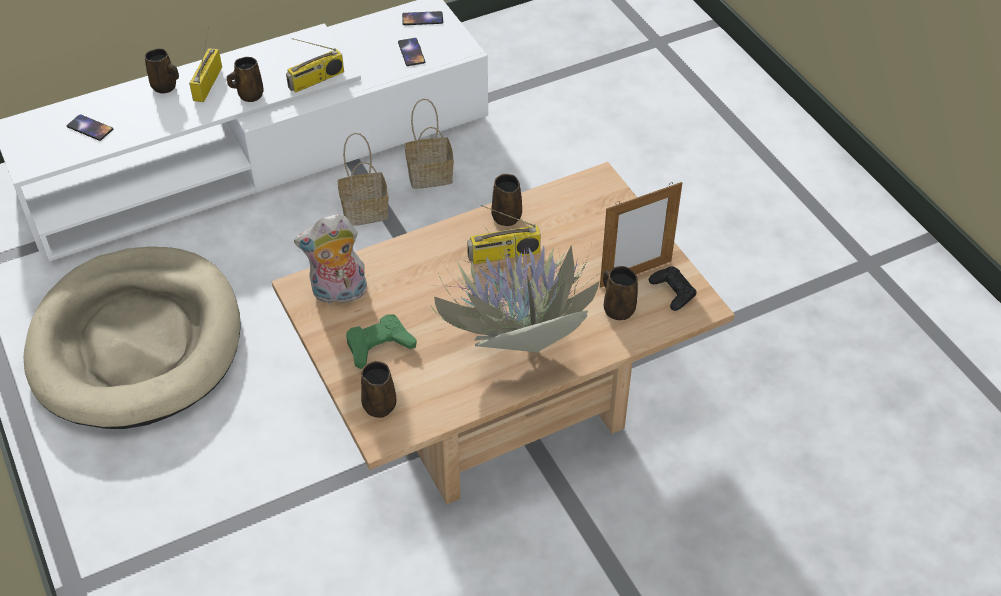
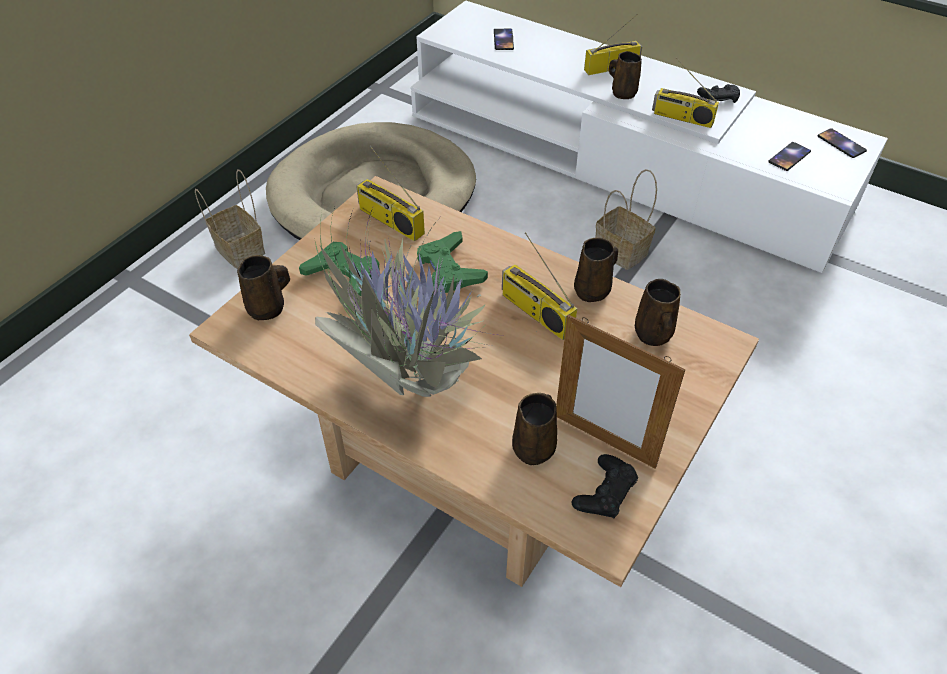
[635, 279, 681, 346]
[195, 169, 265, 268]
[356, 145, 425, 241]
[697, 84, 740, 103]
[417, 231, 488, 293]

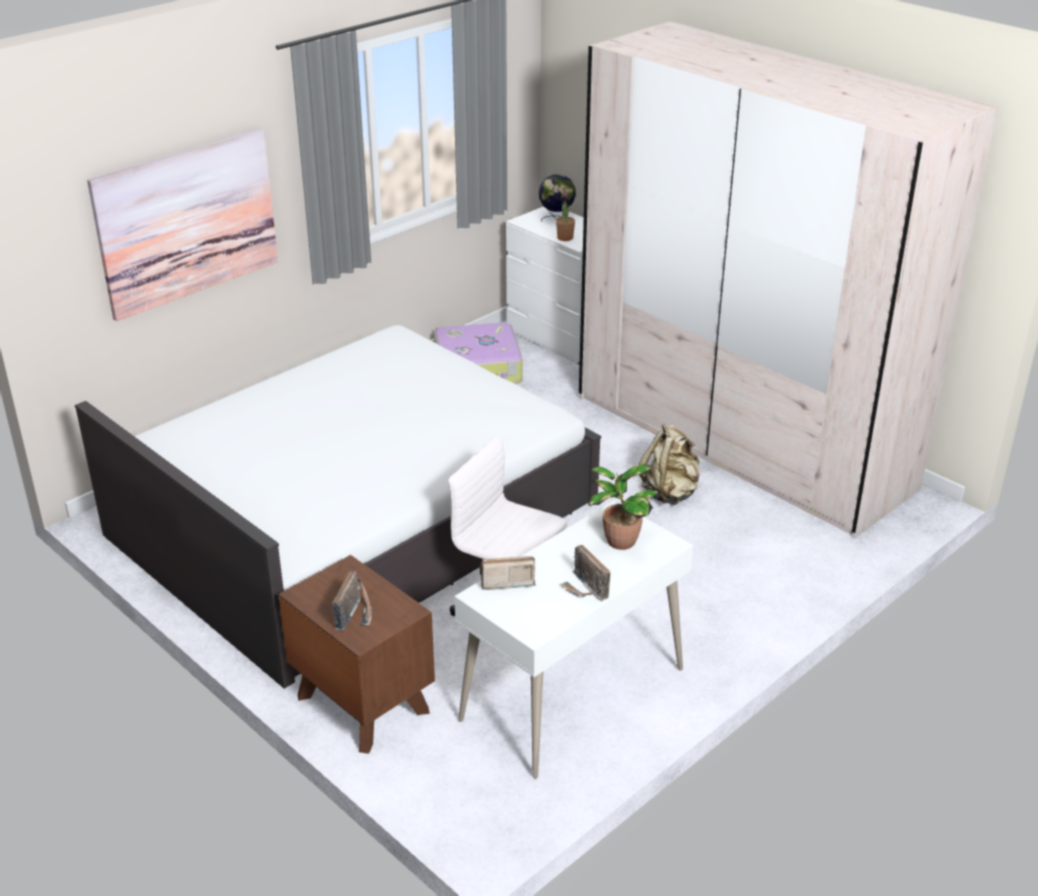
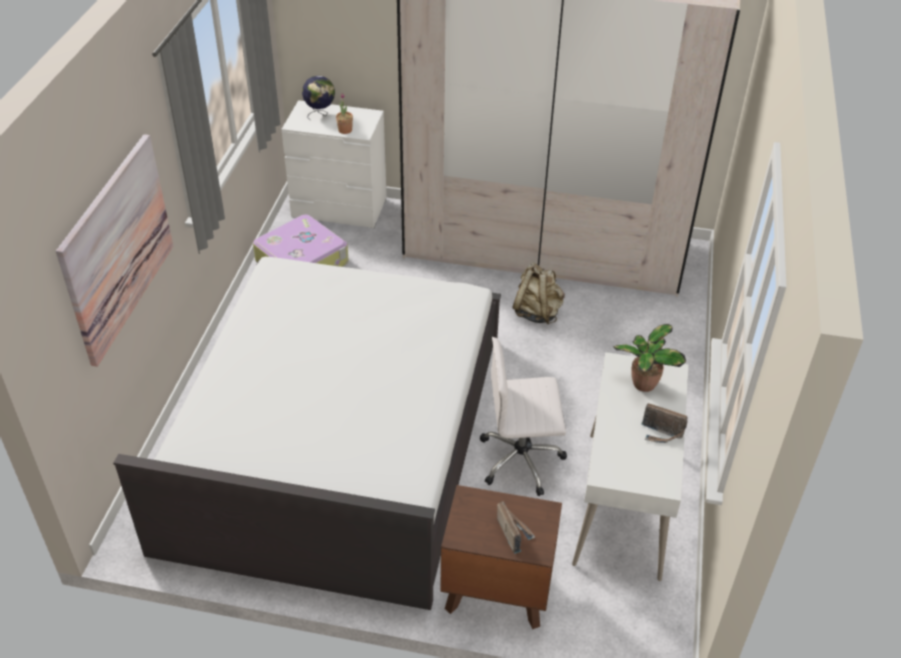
[479, 556, 536, 590] (first image)

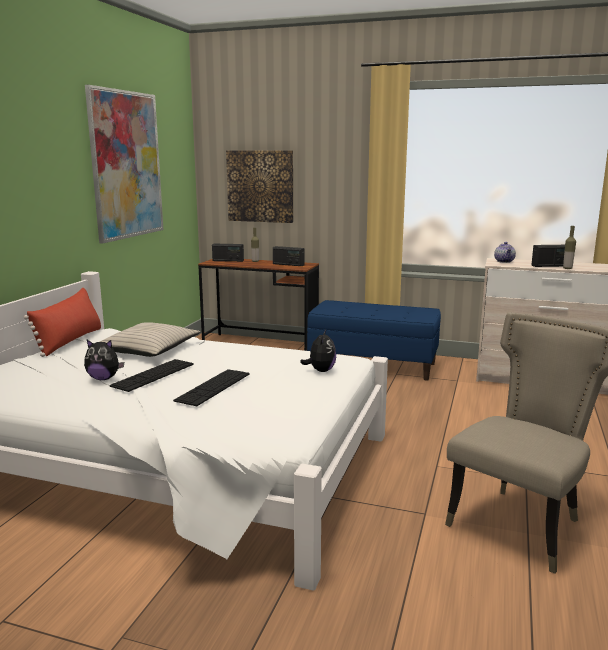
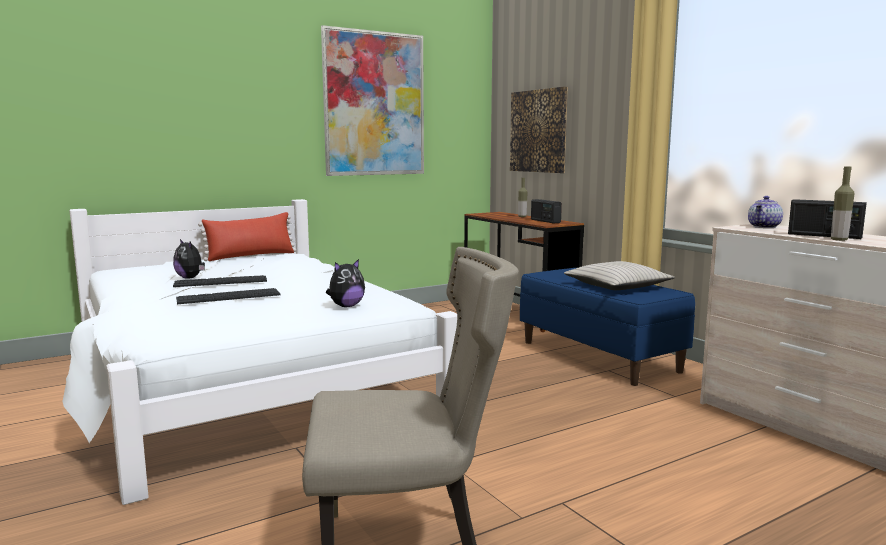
[212, 244, 244, 262] (first image)
[564, 261, 675, 290]

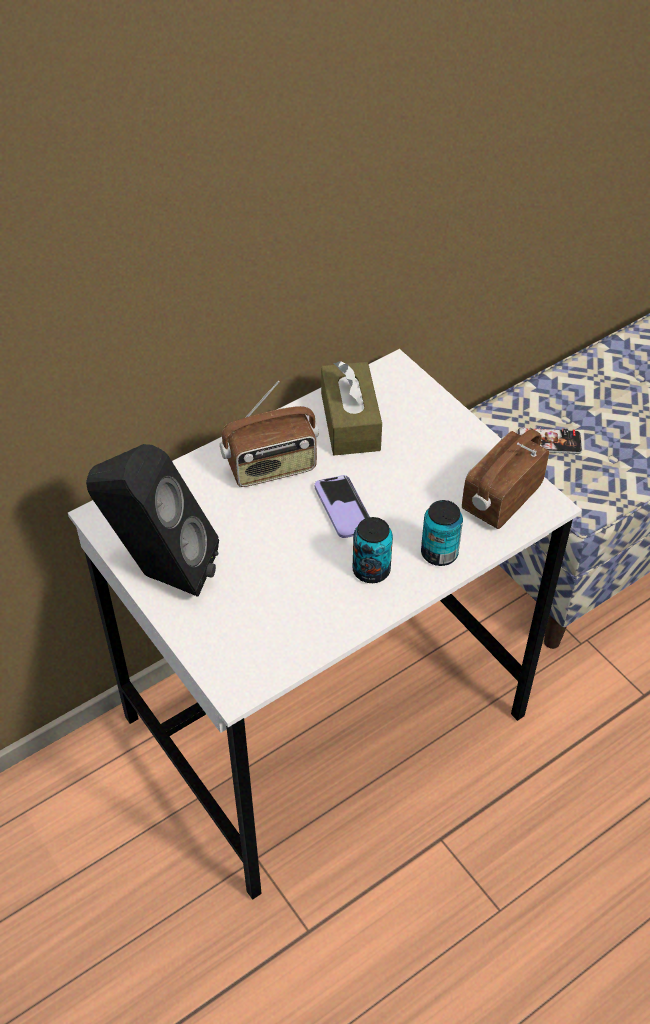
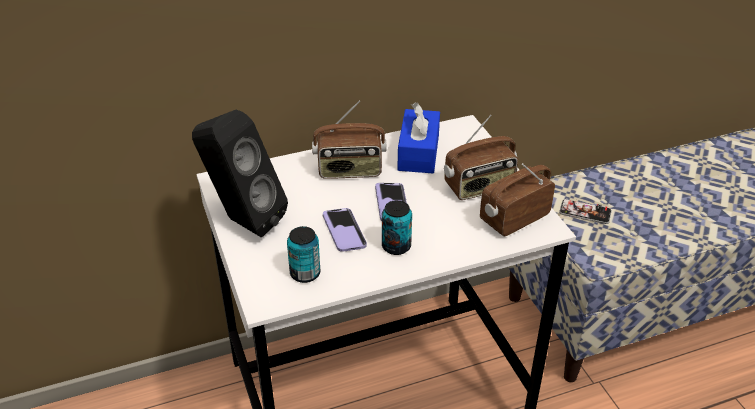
[397, 102, 440, 173]
[287, 226, 320, 283]
[444, 114, 518, 200]
[323, 208, 367, 252]

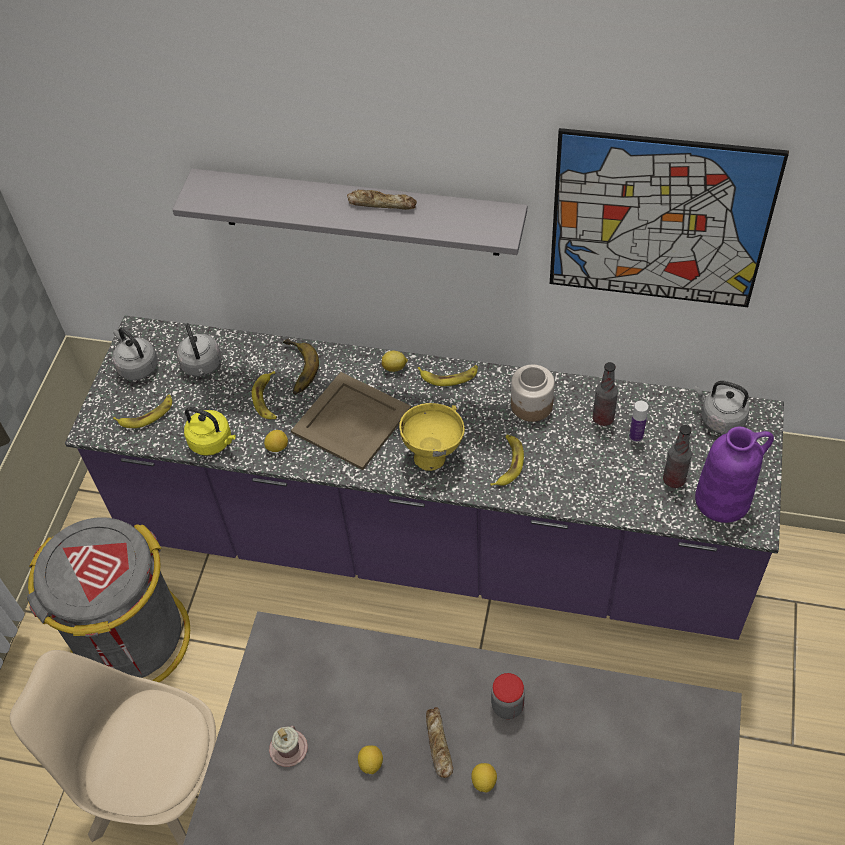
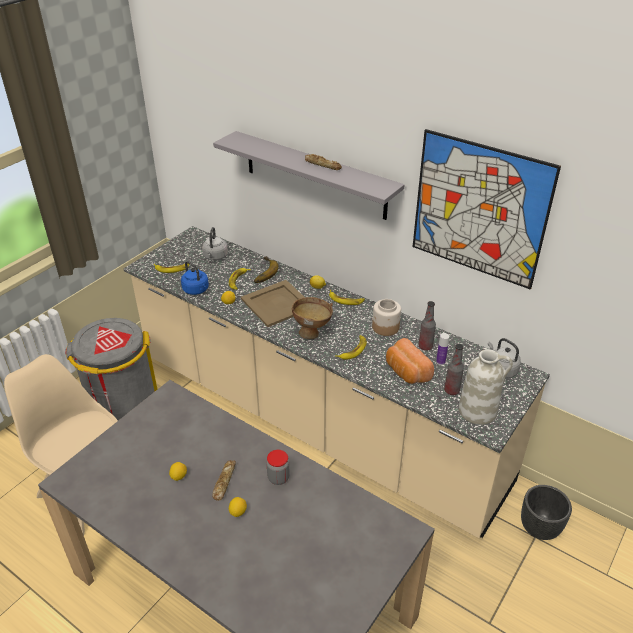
[124, 226, 550, 538]
[112, 328, 158, 380] (first image)
[291, 297, 333, 339]
[181, 261, 209, 295]
[459, 349, 513, 425]
[269, 726, 308, 767] (first image)
[386, 338, 434, 384]
[521, 485, 572, 540]

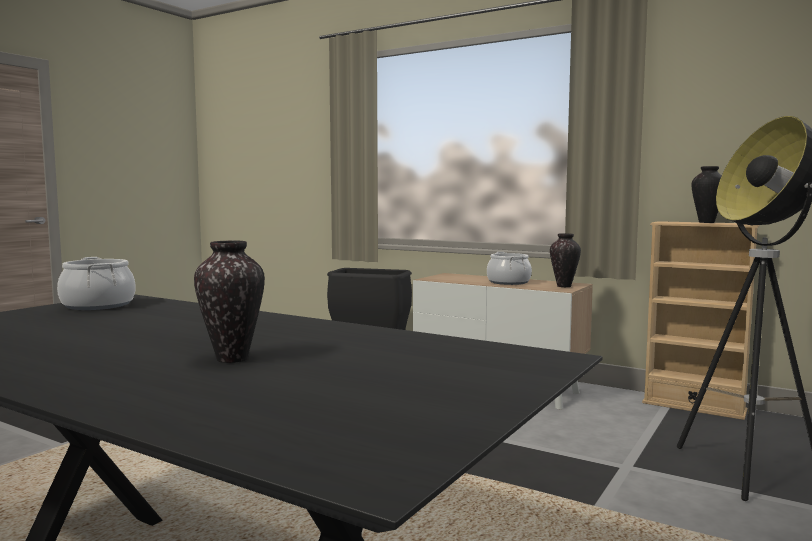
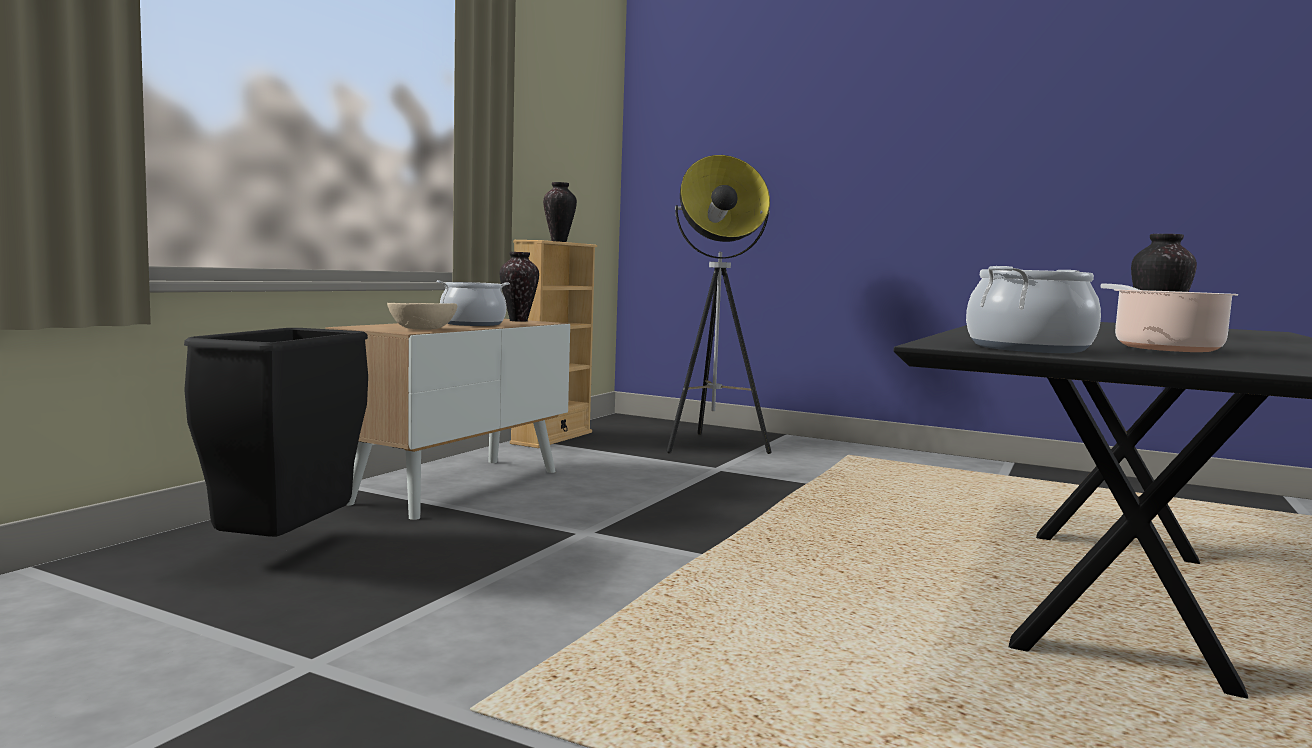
[1100, 284, 1238, 352]
[387, 303, 457, 330]

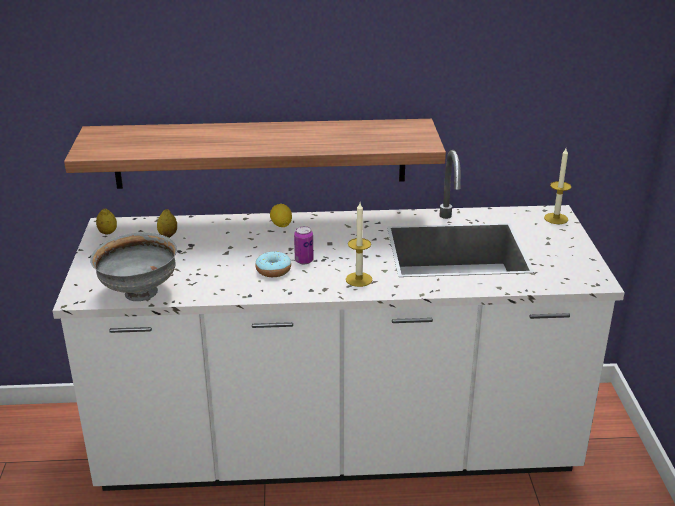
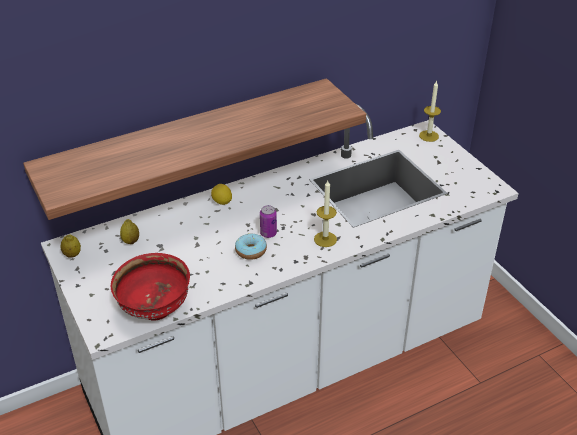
[111, 253, 190, 321]

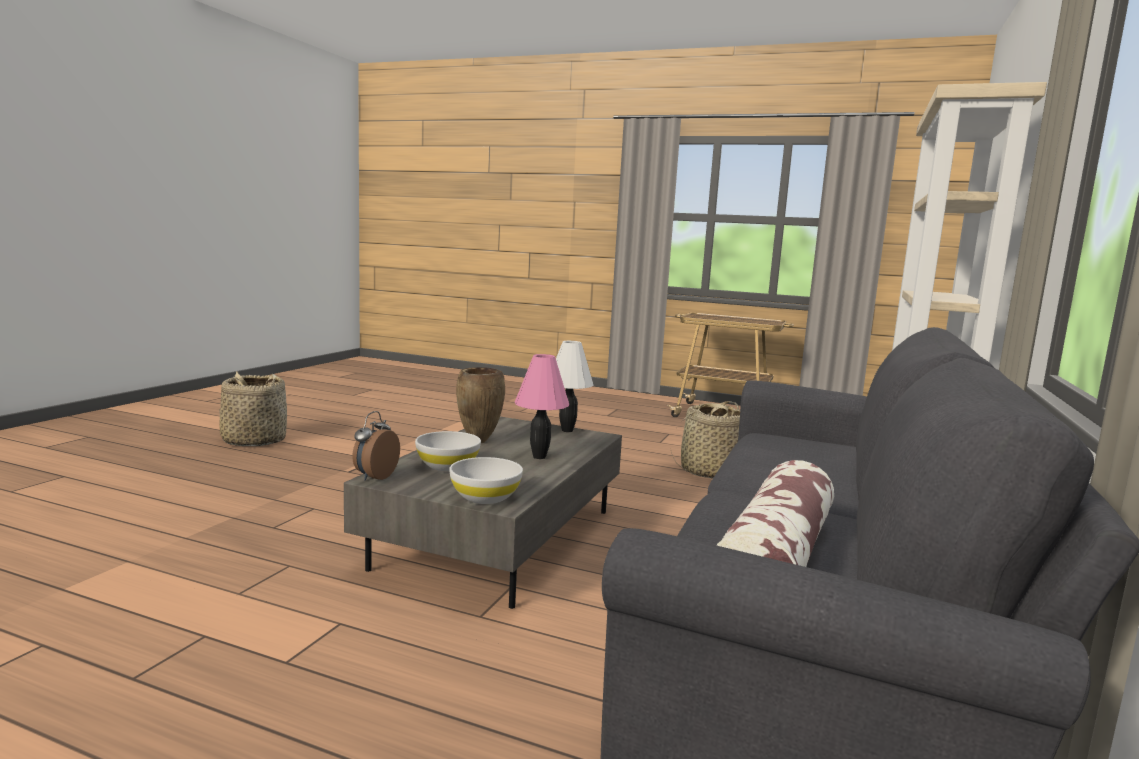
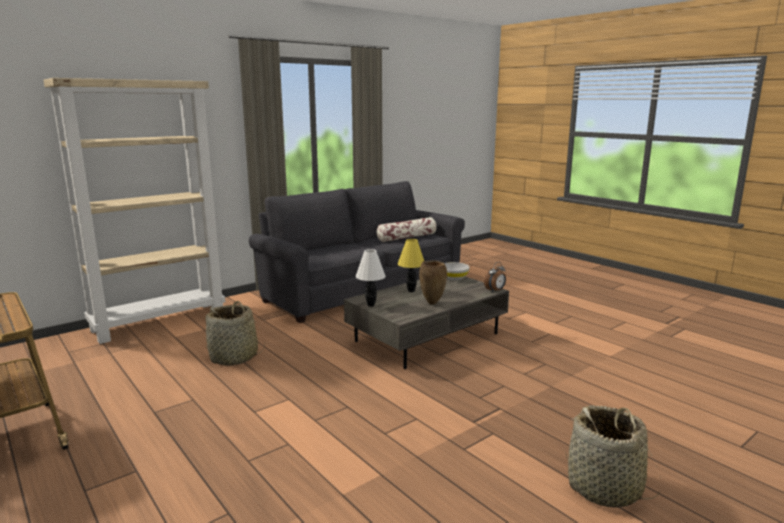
[398, 239, 424, 292]
[415, 431, 481, 471] (first image)

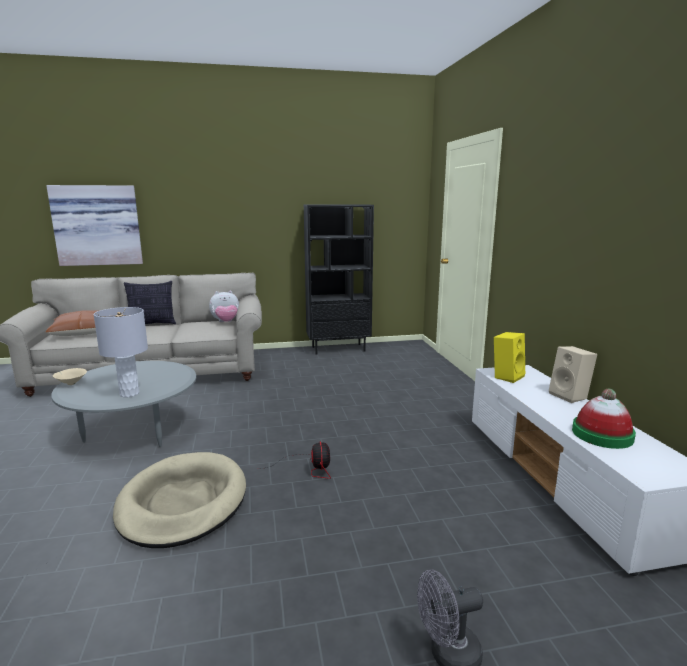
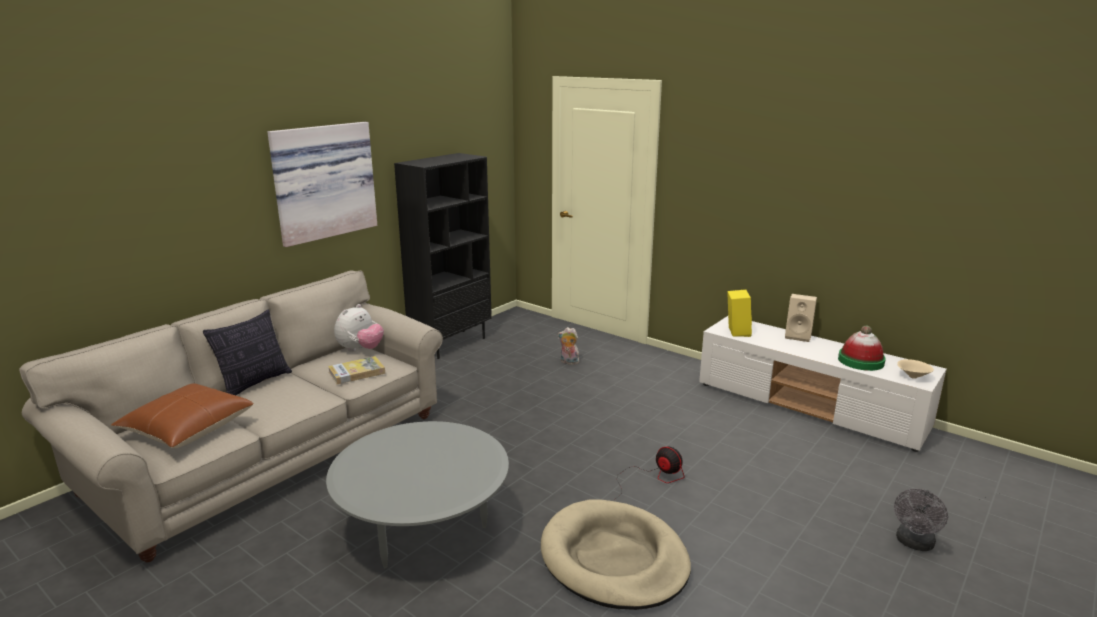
[267, 122, 377, 247]
[93, 307, 148, 397] (first image)
[897, 359, 934, 379]
[558, 327, 579, 365]
[328, 356, 385, 384]

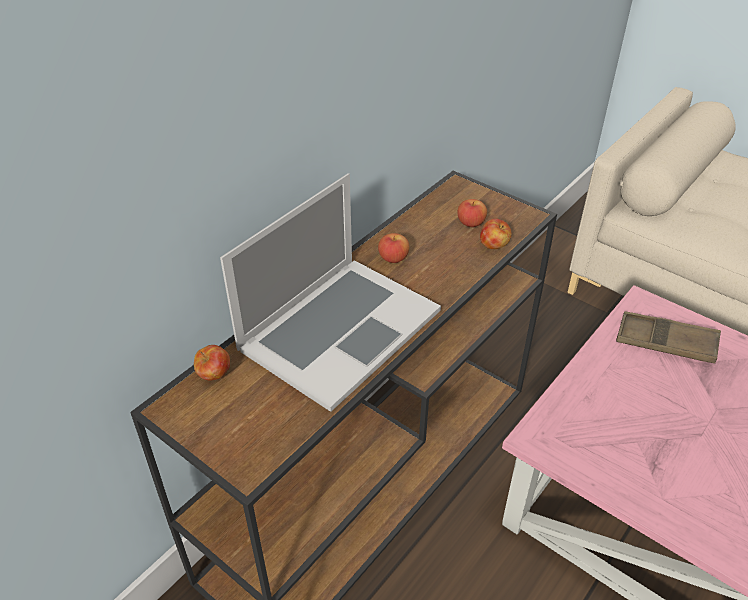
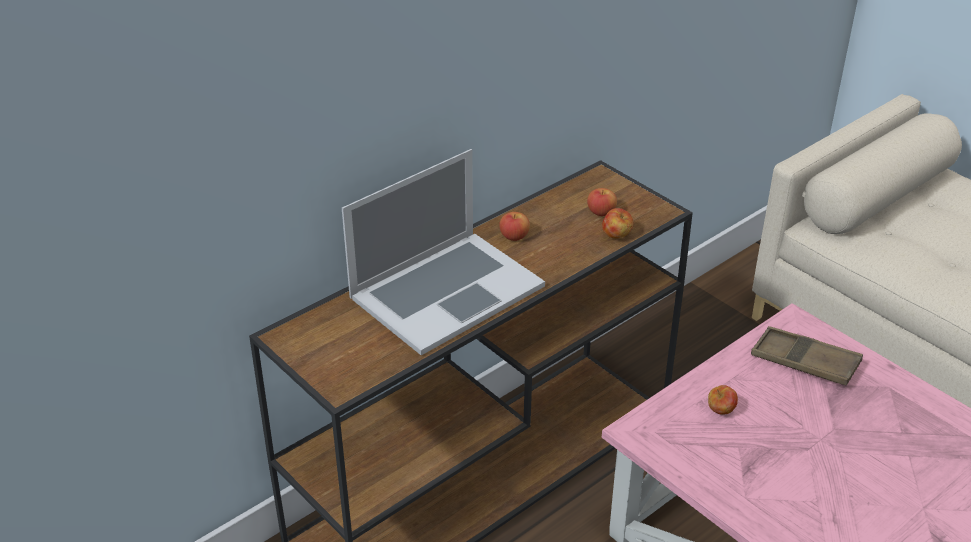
[708, 385, 738, 415]

